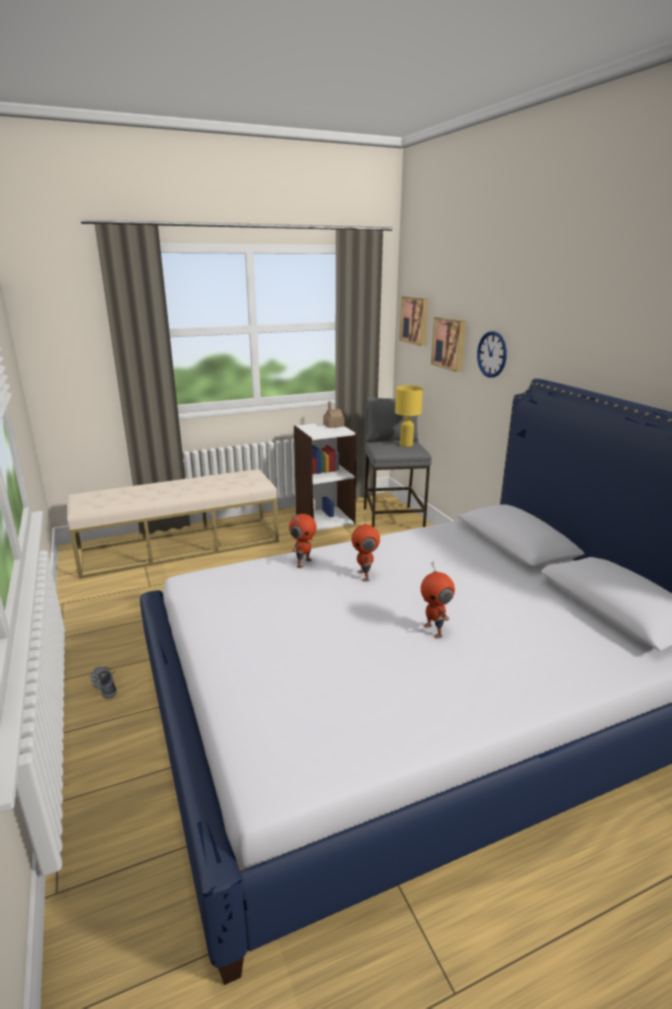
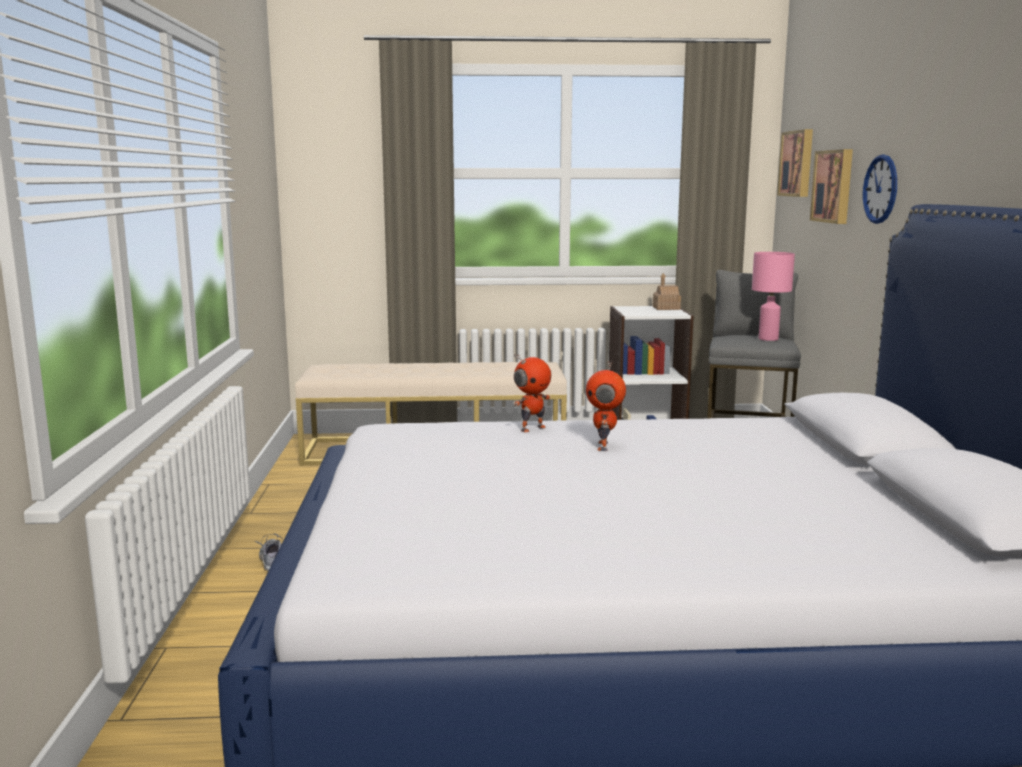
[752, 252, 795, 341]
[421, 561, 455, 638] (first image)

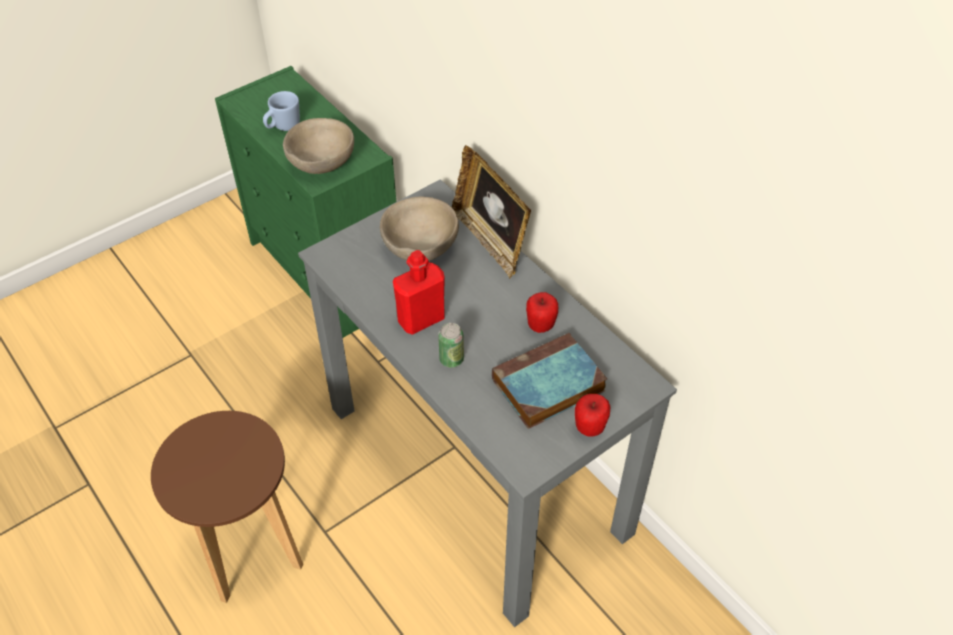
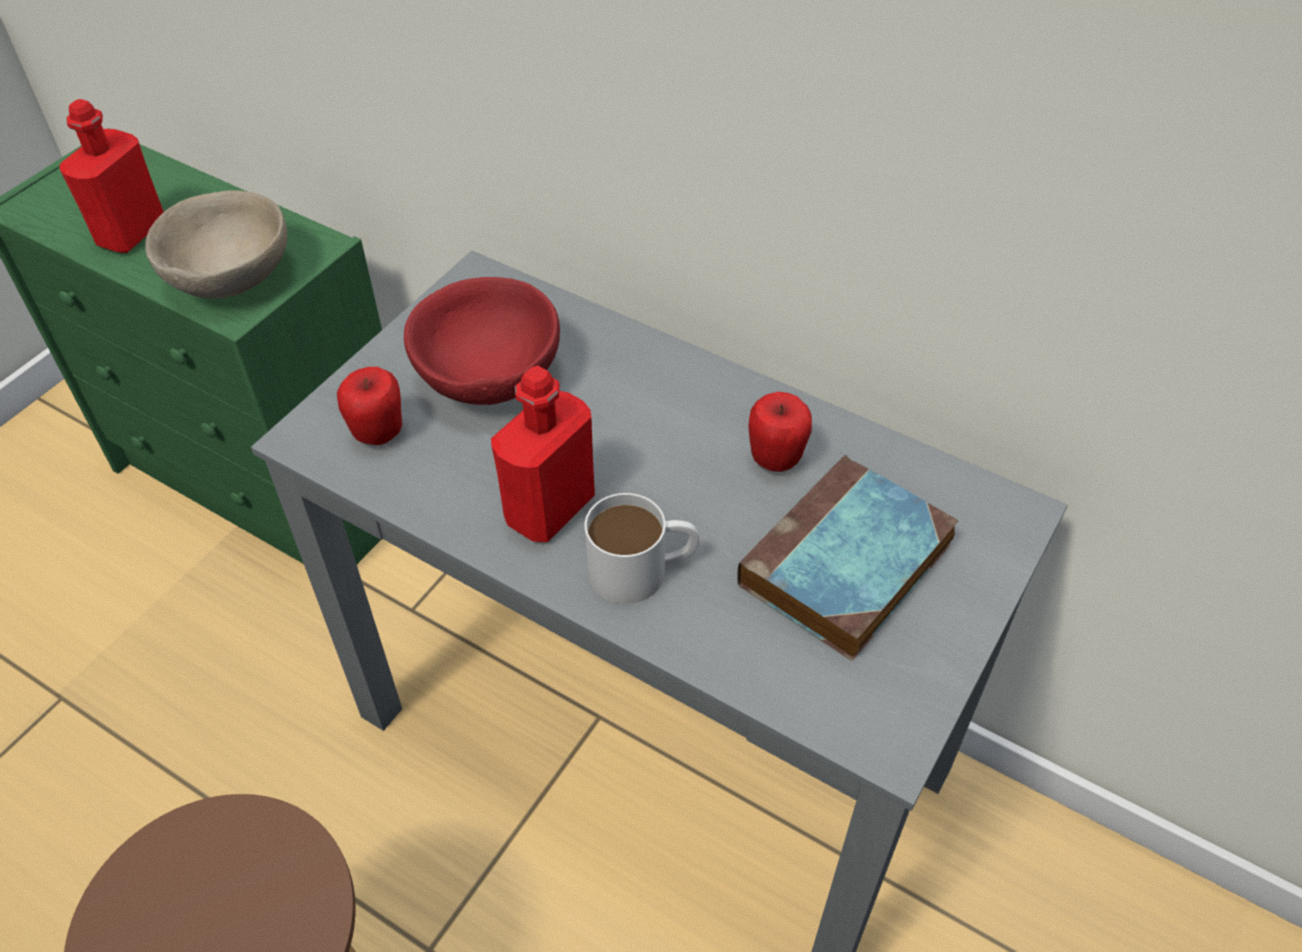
[59, 99, 164, 253]
[452, 145, 531, 279] (first image)
[404, 277, 560, 405]
[585, 493, 699, 604]
[337, 367, 402, 445]

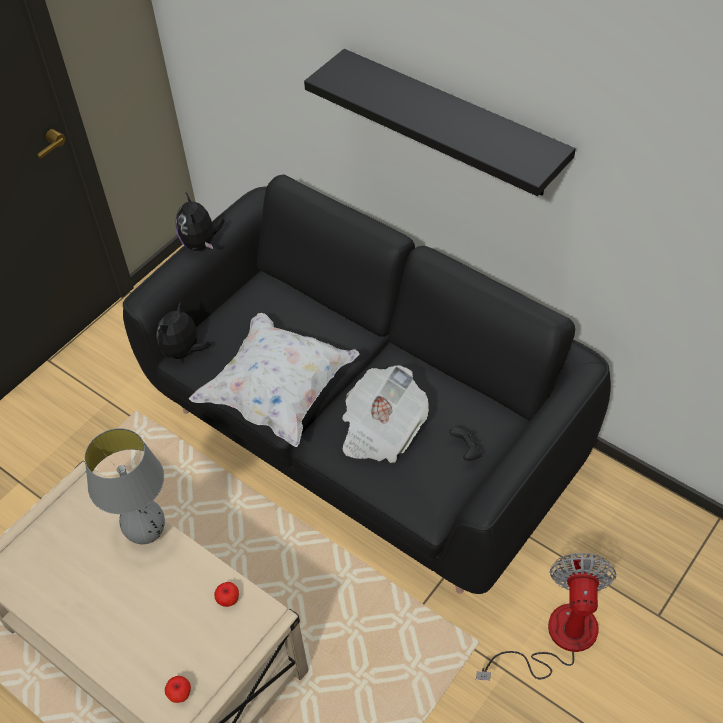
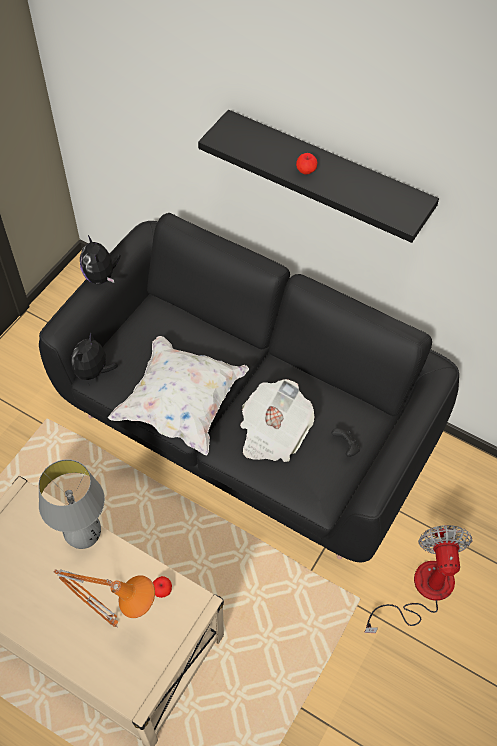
[296, 153, 317, 174]
[53, 569, 155, 627]

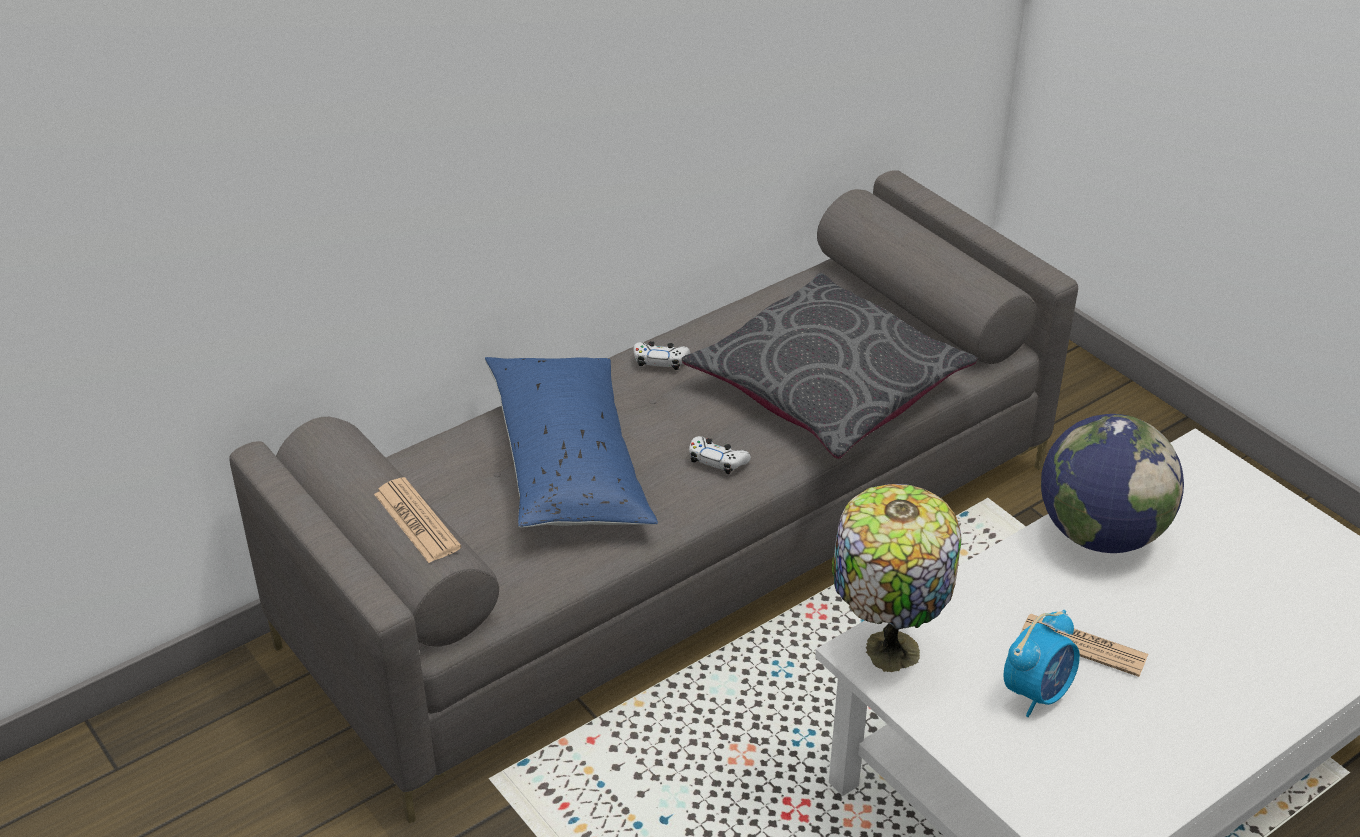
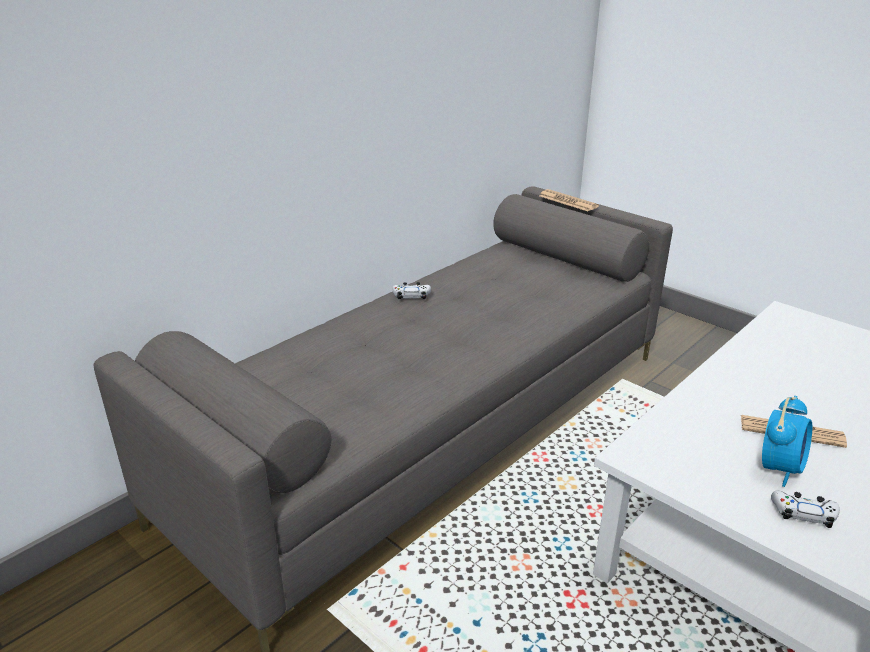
[682, 273, 978, 459] (first image)
[485, 357, 658, 527] (first image)
[1041, 414, 1184, 553] (first image)
[771, 490, 840, 528]
[539, 189, 599, 211]
[832, 484, 962, 672] (first image)

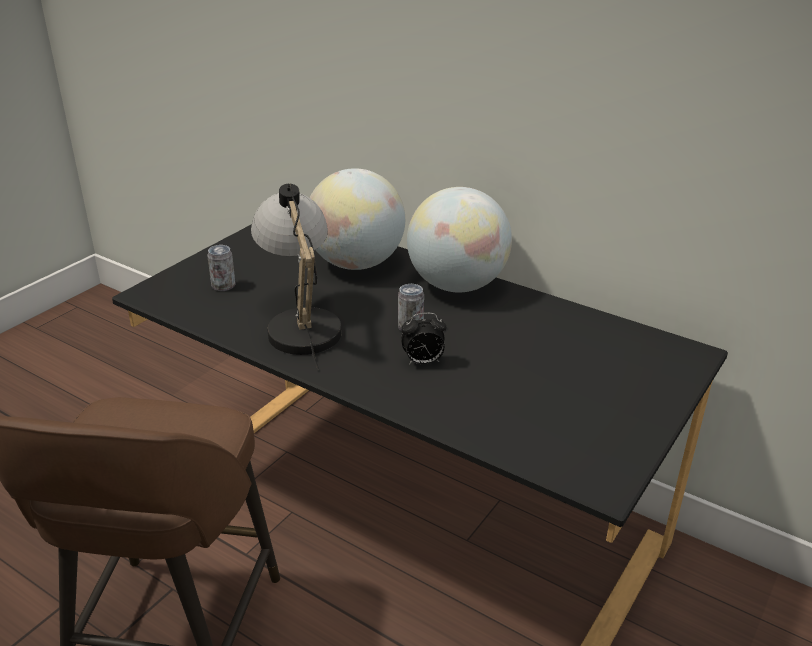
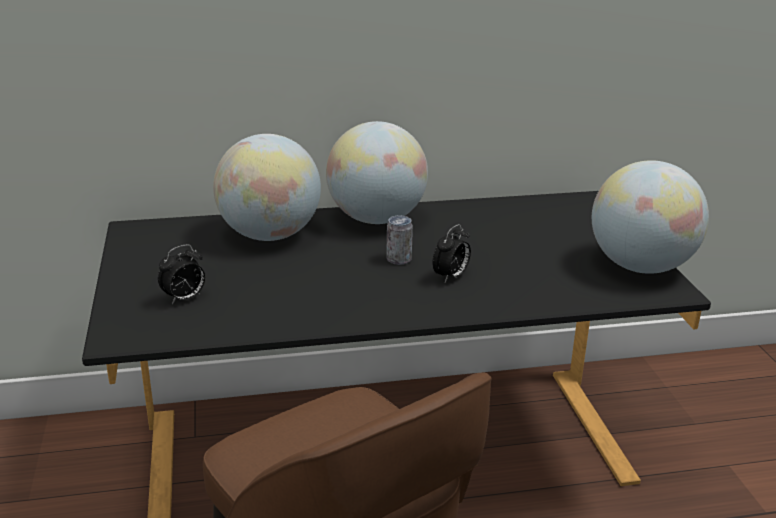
[251, 184, 342, 370] (first image)
[158, 244, 205, 304]
[592, 160, 709, 274]

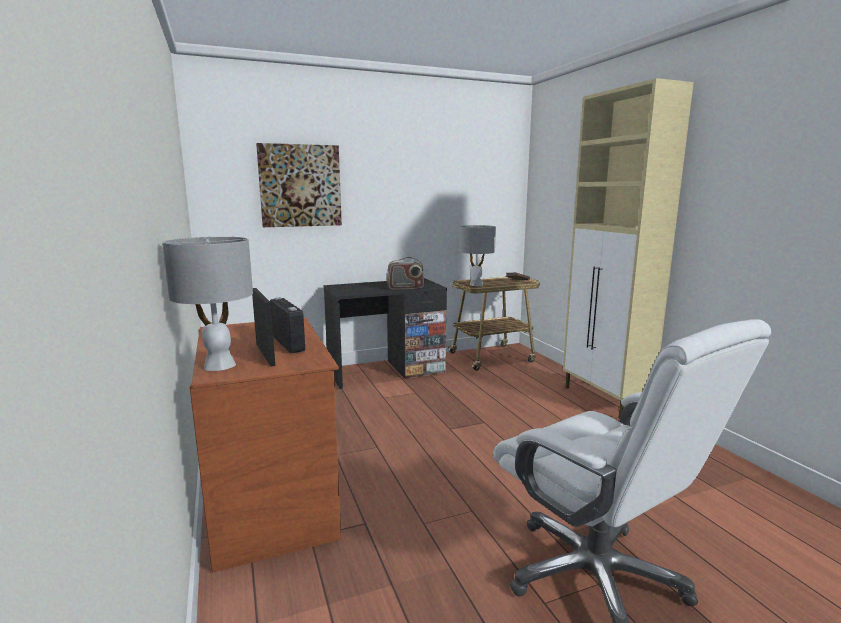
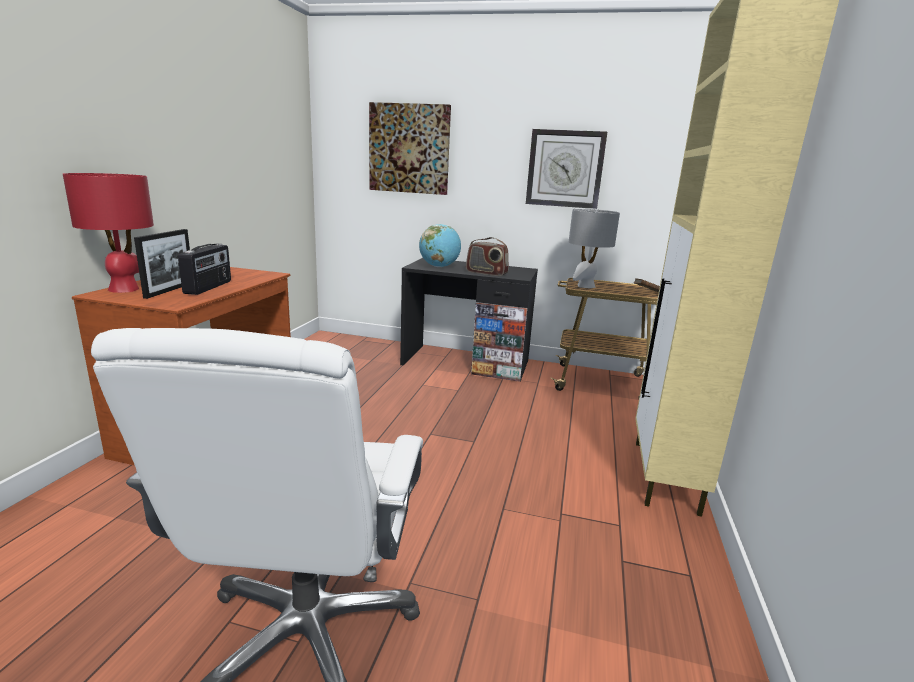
[63, 173, 154, 293]
[526, 129, 607, 209]
[419, 224, 461, 267]

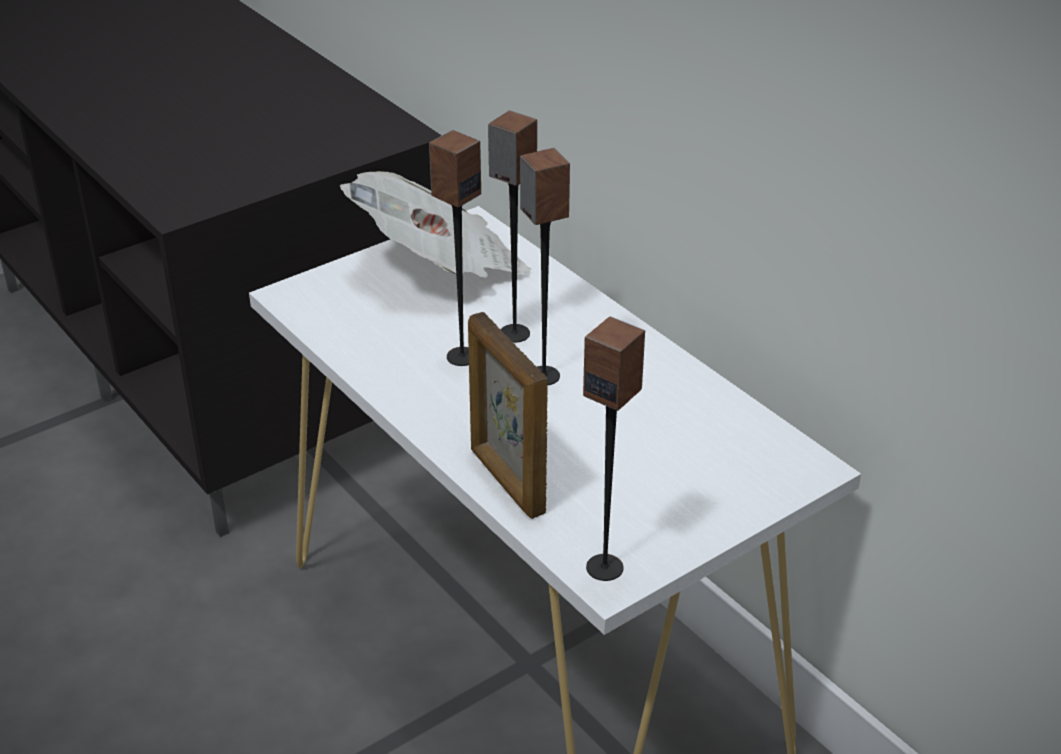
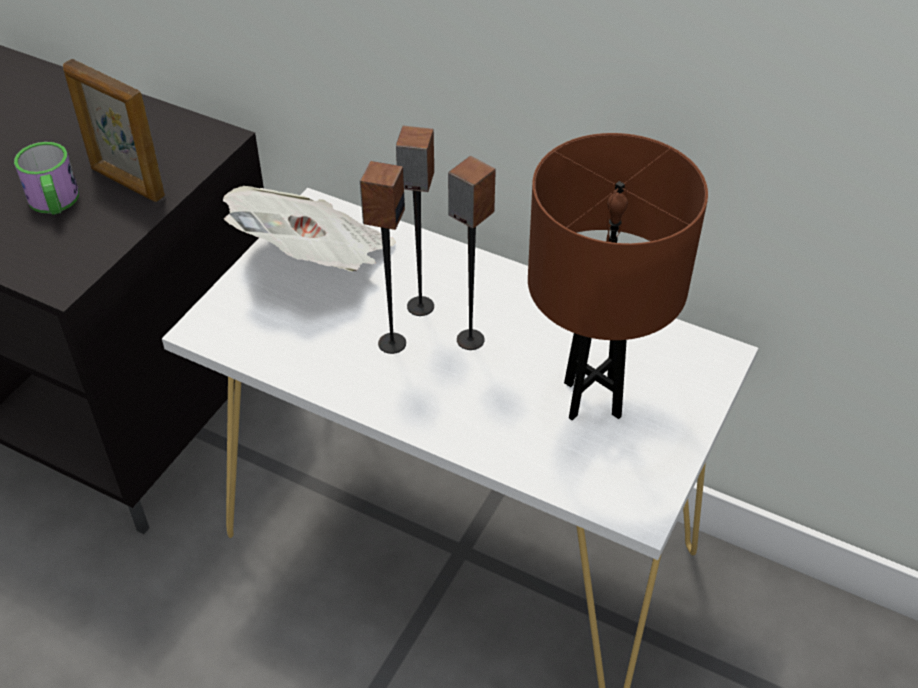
[63, 59, 165, 202]
[583, 316, 645, 581] (first image)
[528, 133, 708, 420]
[14, 142, 79, 215]

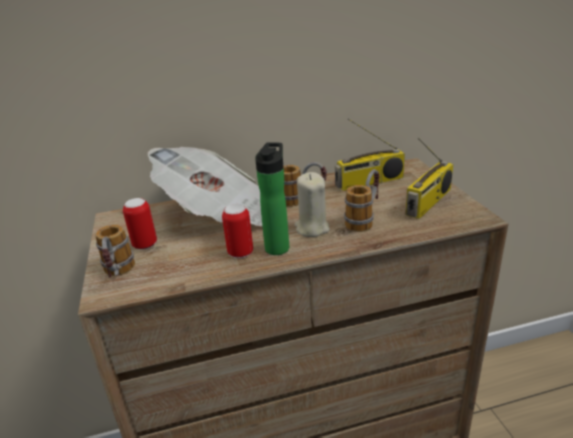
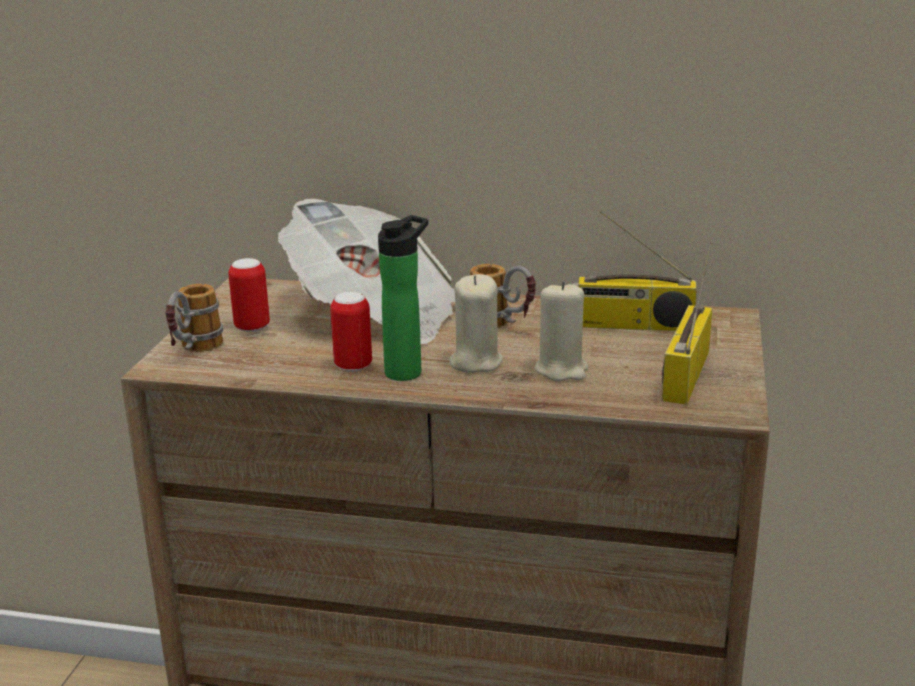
[662, 242, 712, 405]
[535, 281, 588, 381]

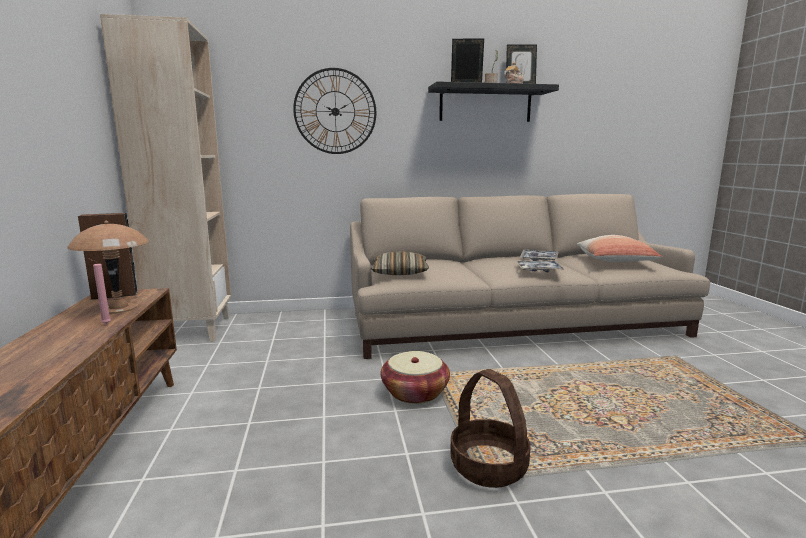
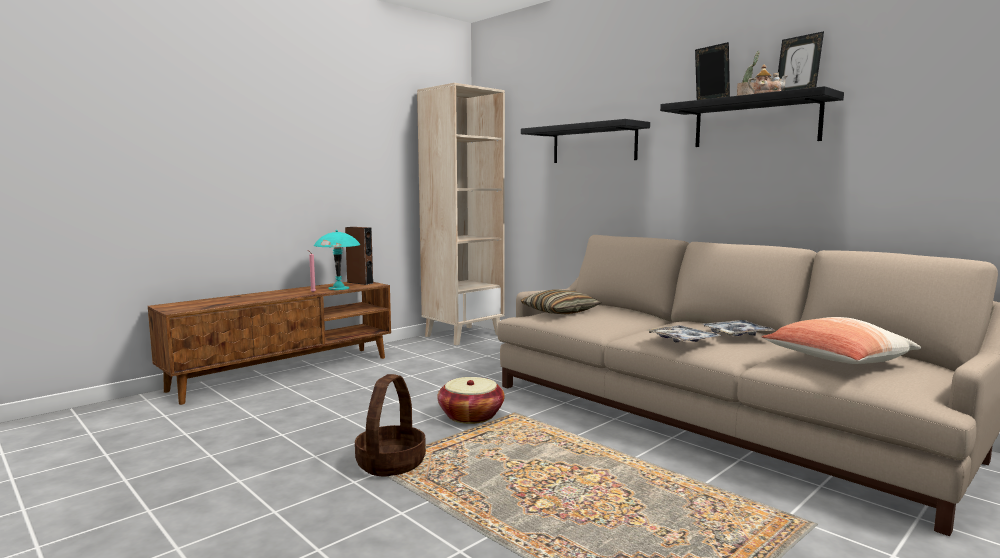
[521, 119, 650, 163]
[314, 230, 360, 290]

